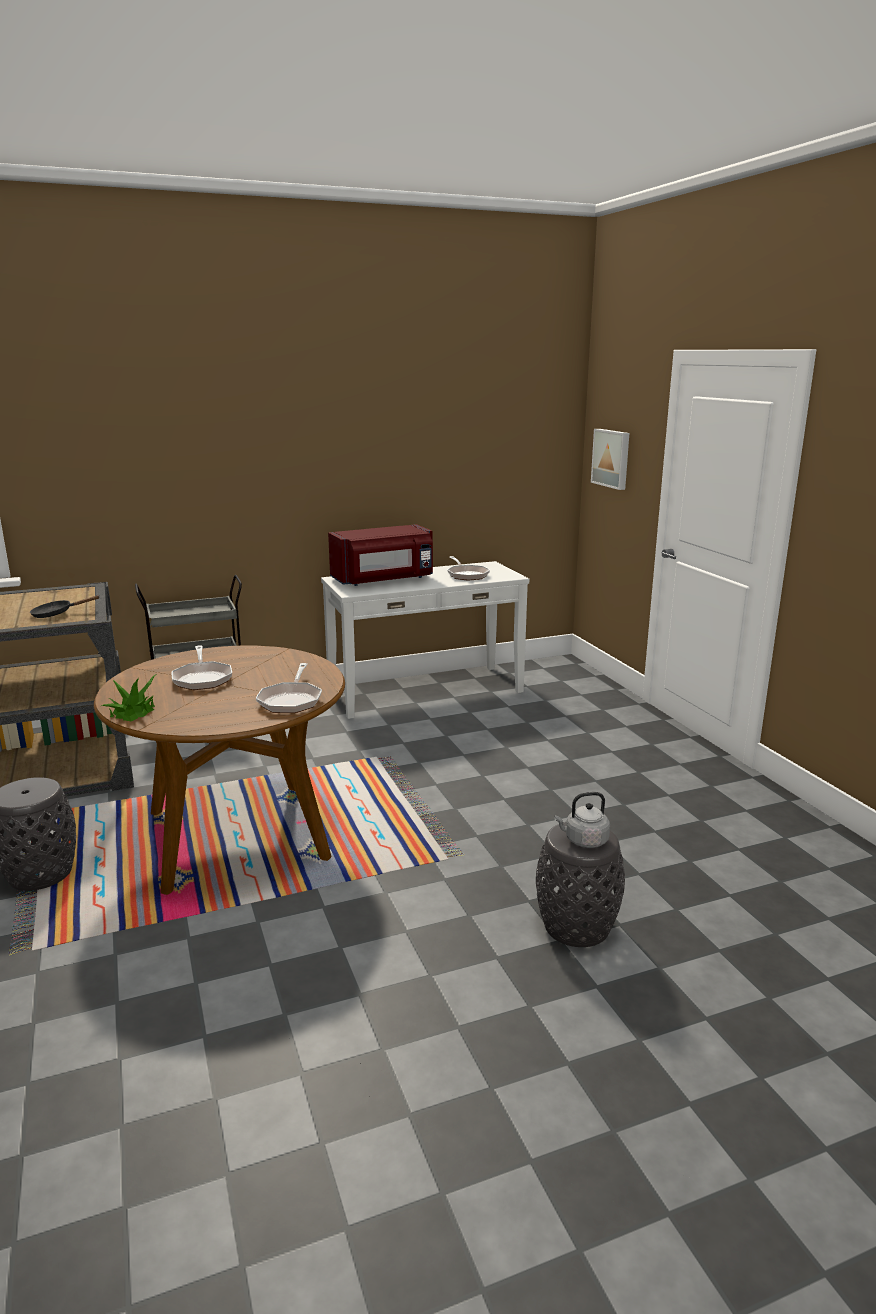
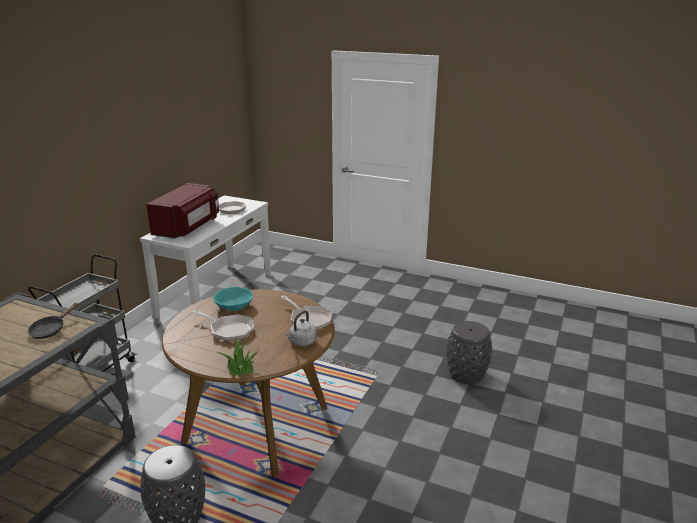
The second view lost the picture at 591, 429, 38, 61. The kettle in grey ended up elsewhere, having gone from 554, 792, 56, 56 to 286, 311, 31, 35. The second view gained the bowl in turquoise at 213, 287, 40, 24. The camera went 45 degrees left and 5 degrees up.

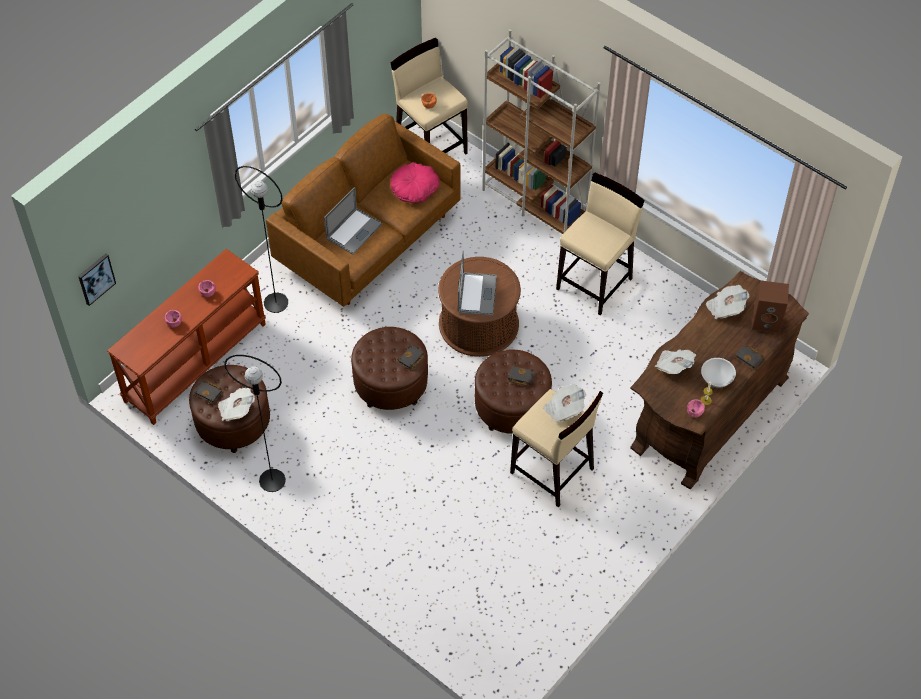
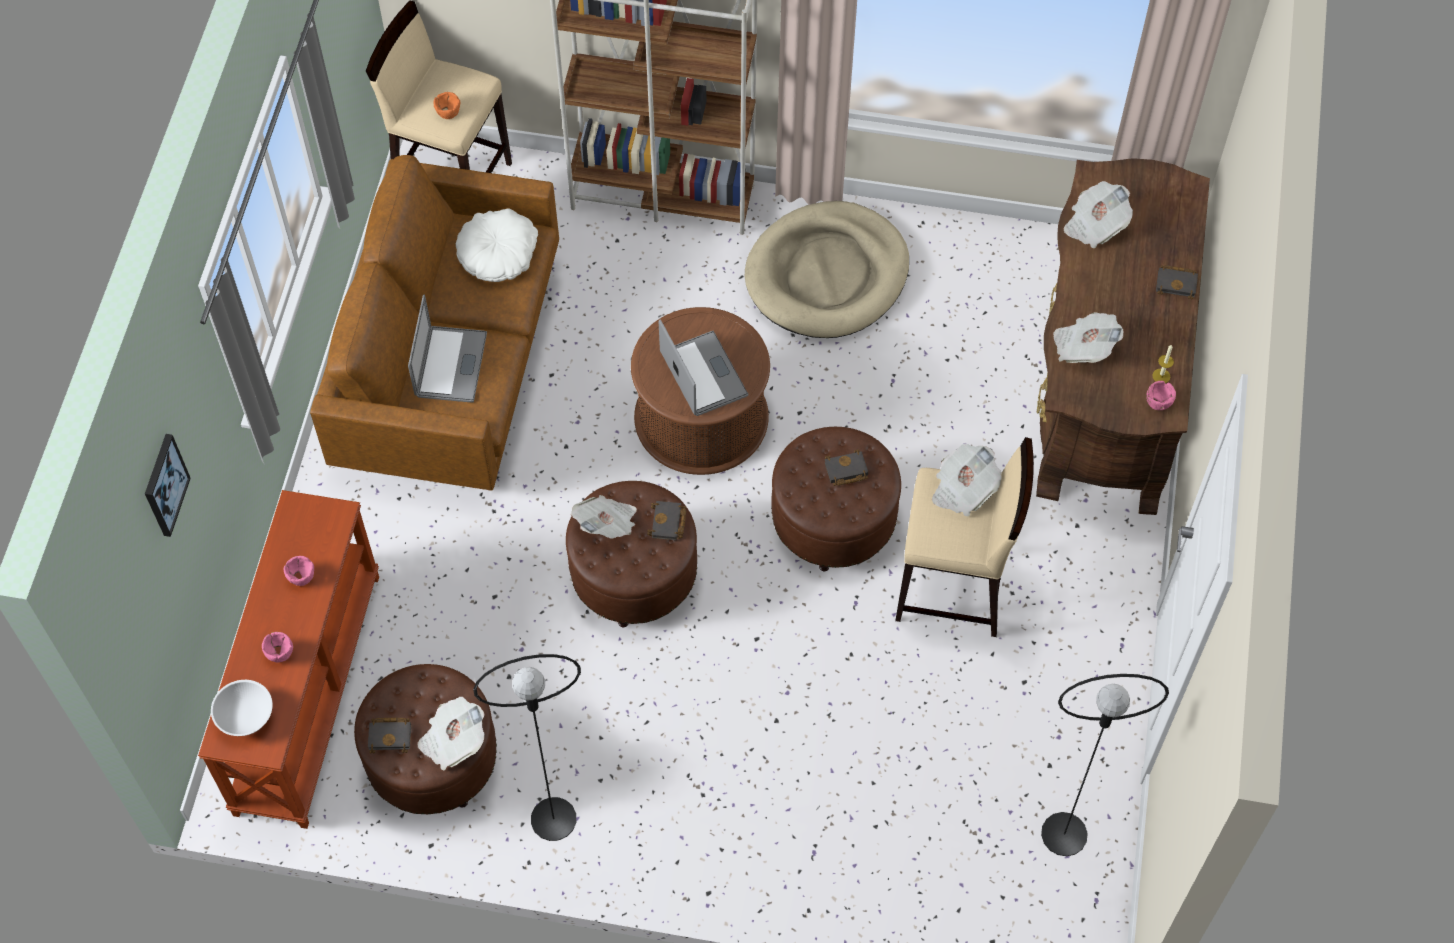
What was the pillow in pink at 391, 162, 49, 41 turned into the pillow in white at 456, 208, 82, 74. The floor lamp in black ended up elsewhere, having gone from 235, 166, 53, 147 to 1041, 674, 128, 182. Where the stool in beige stood at 556, 172, 88, 143, the dog bed in beige came to stand at 745, 201, 164, 137. The picture ended up elsewhere, having gone from 78, 254, 38, 52 to 145, 434, 46, 103. The second view lost the speaker in brown at 752, 280, 37, 54. The bowl in white ended up elsewhere, having gone from 701, 358, 35, 30 to 211, 680, 62, 56. The second view gained the newspaper at 572, 495, 65, 44. The camera went 30 degrees left and 5 degrees up.

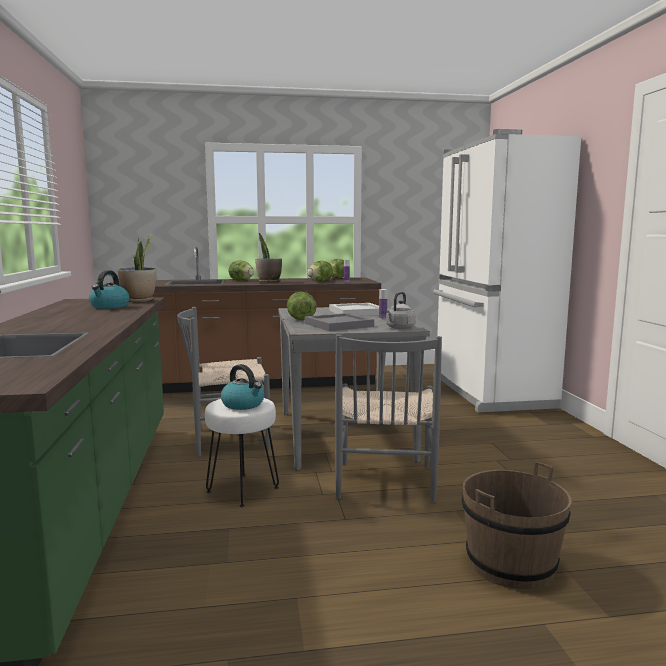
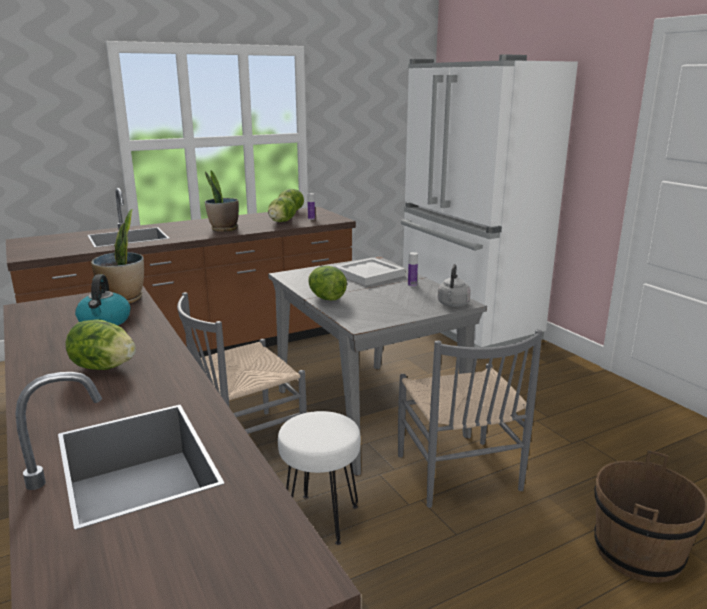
The lettuce ended up elsewhere, having gone from 228, 260, 26, 21 to 66, 319, 70, 51. The second view lost the tray in grey at 304, 313, 70, 18. The second view lost the kettle at 221, 364, 43, 46. The camera went 20 degrees left and 10 degrees up.

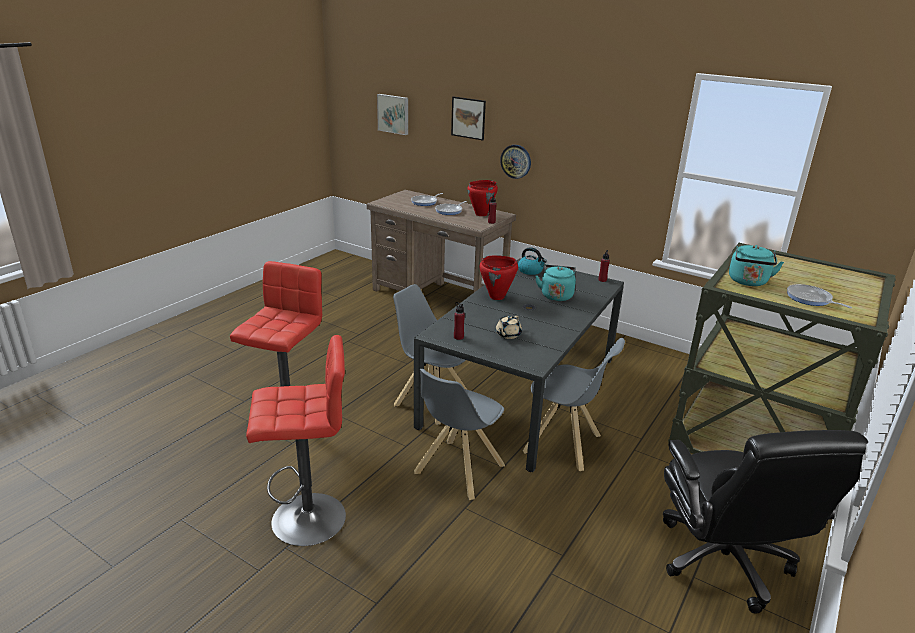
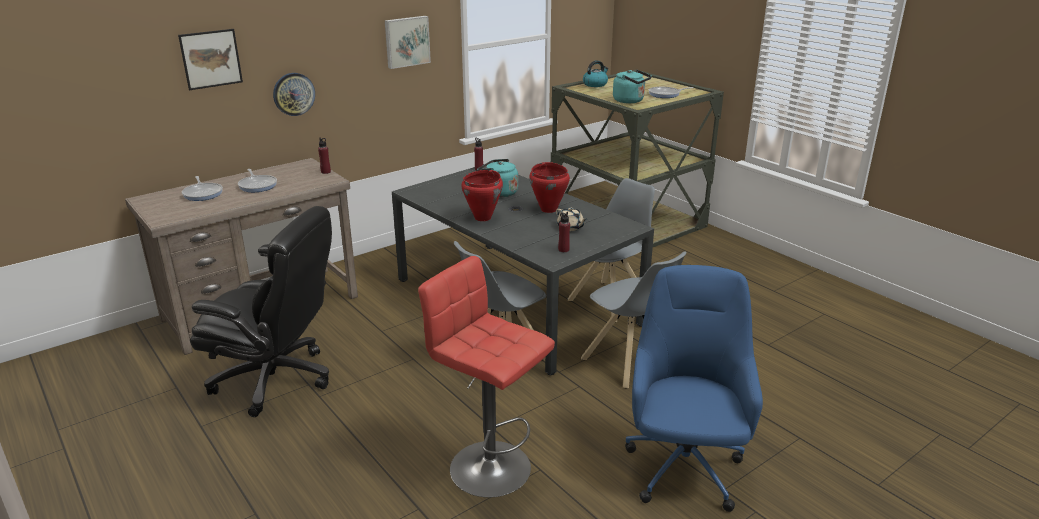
The picture ended up elsewhere, having gone from 377, 94, 31, 41 to 385, 16, 46, 53. The cooking pot in red ended up elsewhere, having gone from 467, 180, 31, 36 to 529, 162, 41, 51. The kettle ended up elsewhere, having gone from 518, 247, 29, 28 to 583, 60, 25, 27. Where the stool in red stood at 246, 335, 100, 211, the office chair in blue came to stand at 625, 265, 138, 247. The office chair in black ended up elsewhere, having gone from 663, 430, 205, 183 to 190, 206, 142, 211. The camera went 70 degrees left and 0 degrees up.

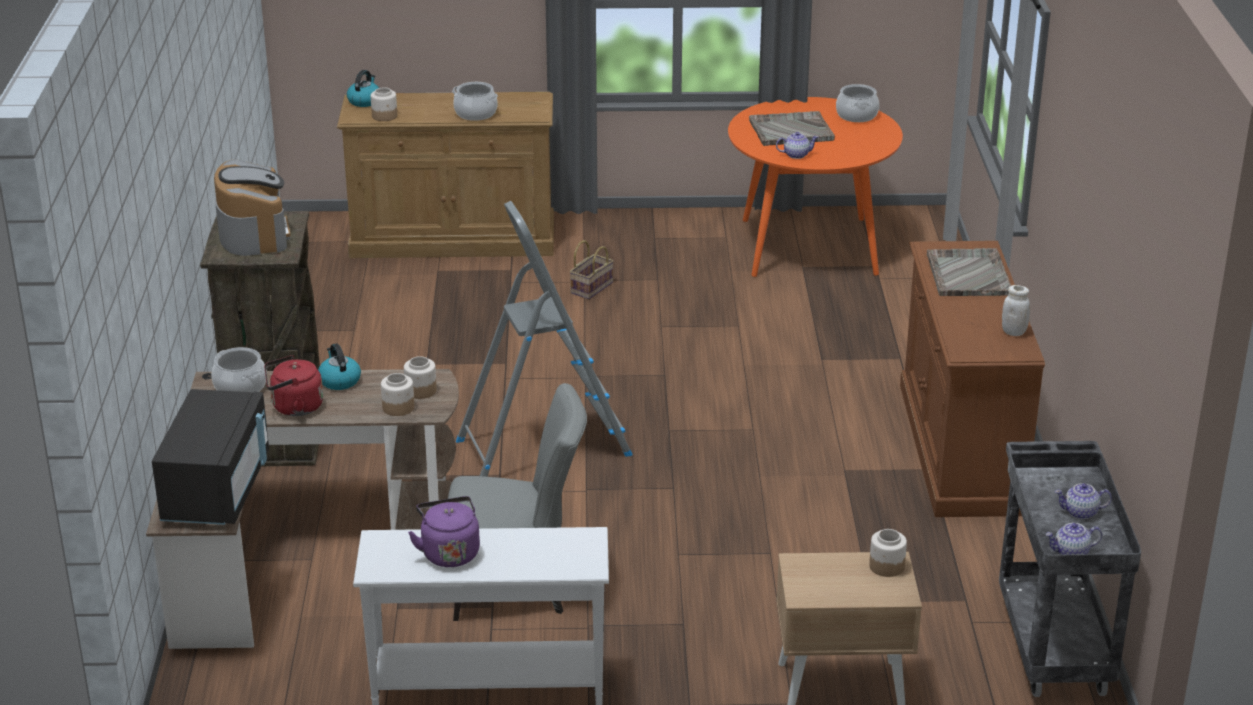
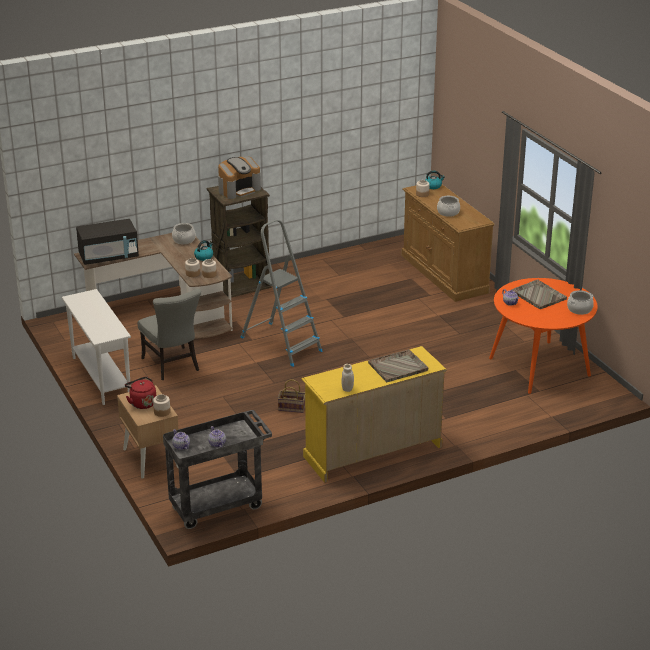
The basket ended up elsewhere, having gone from 569, 240, 44, 59 to 278, 379, 27, 34. What was the cabinet in brown at 900, 241, 145, 276 turned into the cabinet in yellow at 301, 346, 146, 137. The kettle in red ended up elsewhere, having gone from 264, 355, 59, 61 to 125, 376, 31, 33. The second view lost the kettle in purple at 408, 496, 72, 71. The camera went 65 degrees right and 0 degrees up.

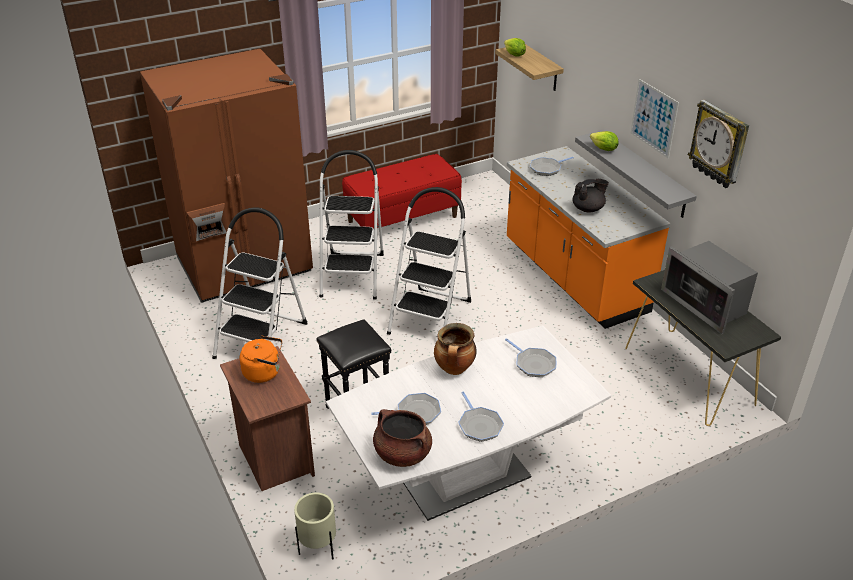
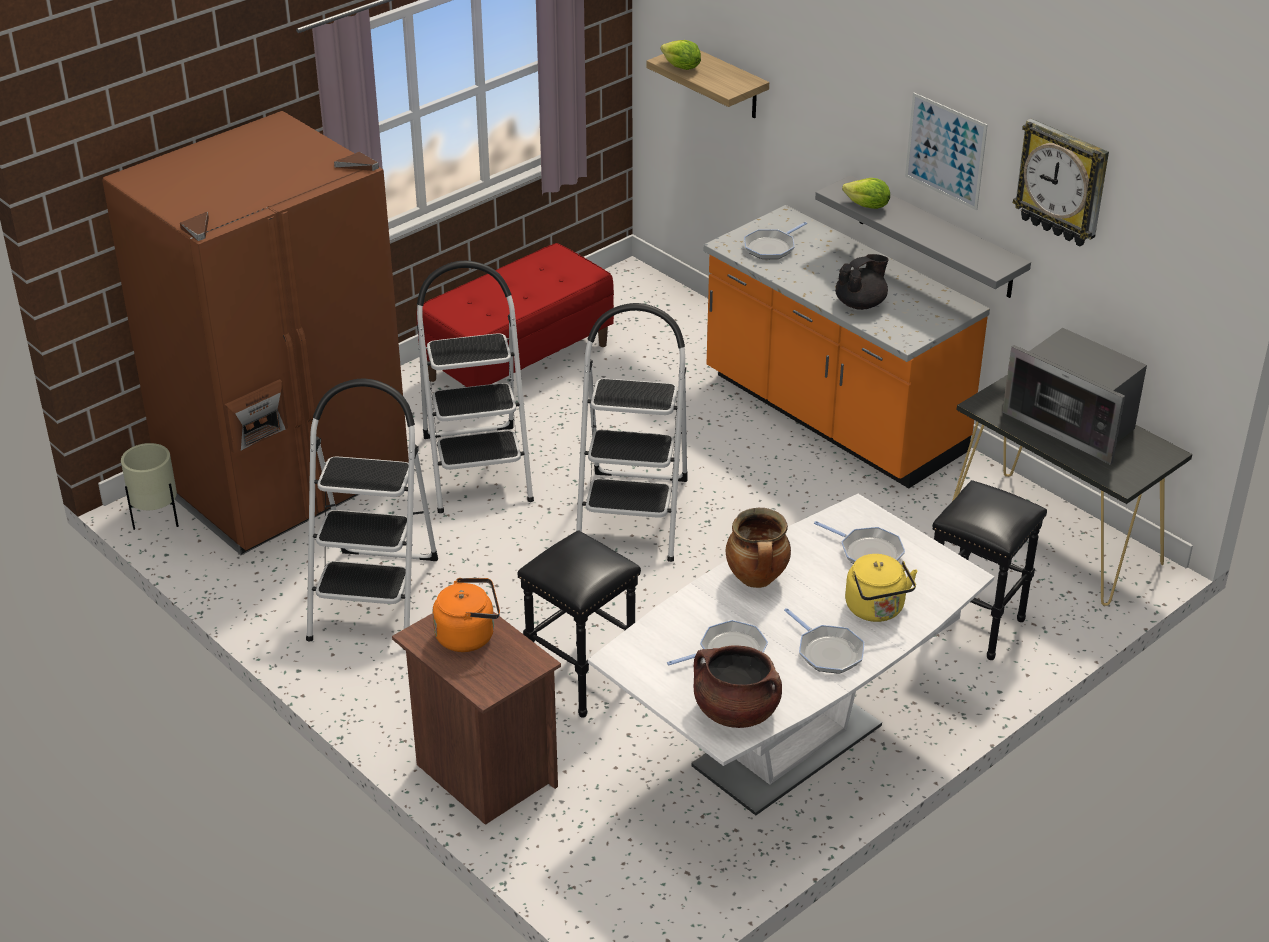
The planter in beige ended up elsewhere, having gone from 294, 493, 42, 67 to 121, 443, 58, 87. The second view gained the stool in black at 933, 480, 114, 180. The second view gained the kettle in yellow at 845, 554, 73, 68. The camera went 15 degrees left and 0 degrees up.

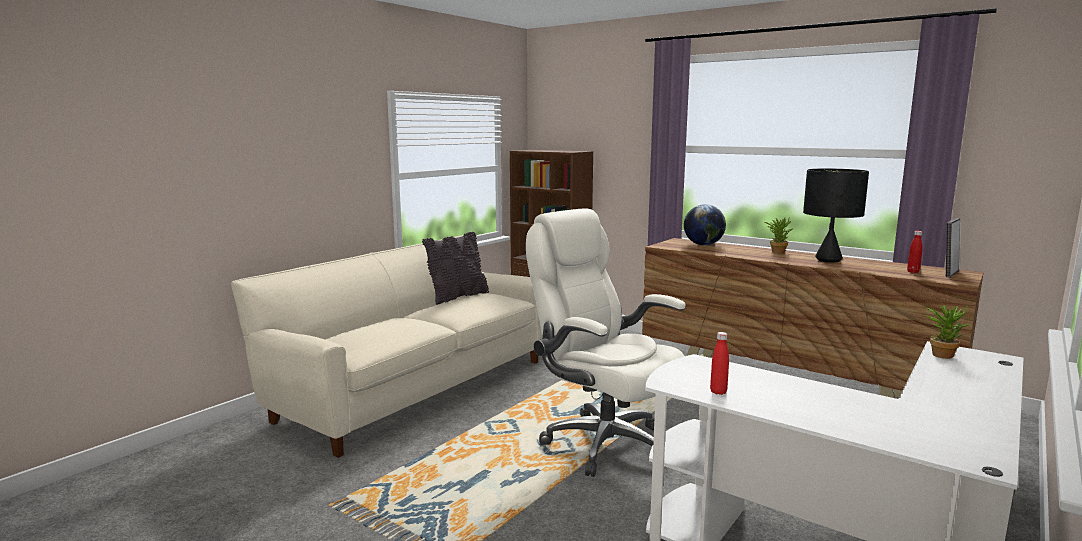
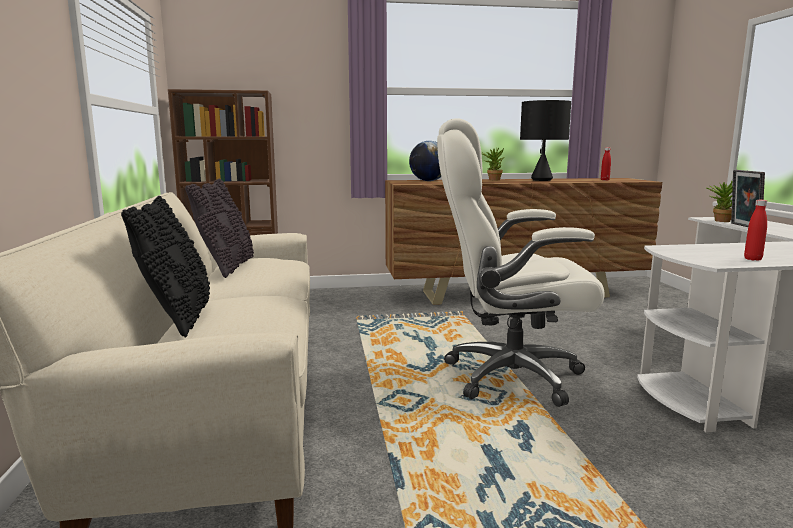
The picture frame ended up elsewhere, having gone from 946, 218, 14, 59 to 731, 170, 34, 57. The second view gained the pillow in black at 121, 196, 89, 142. The camera went 45 degrees left and 0 degrees up.

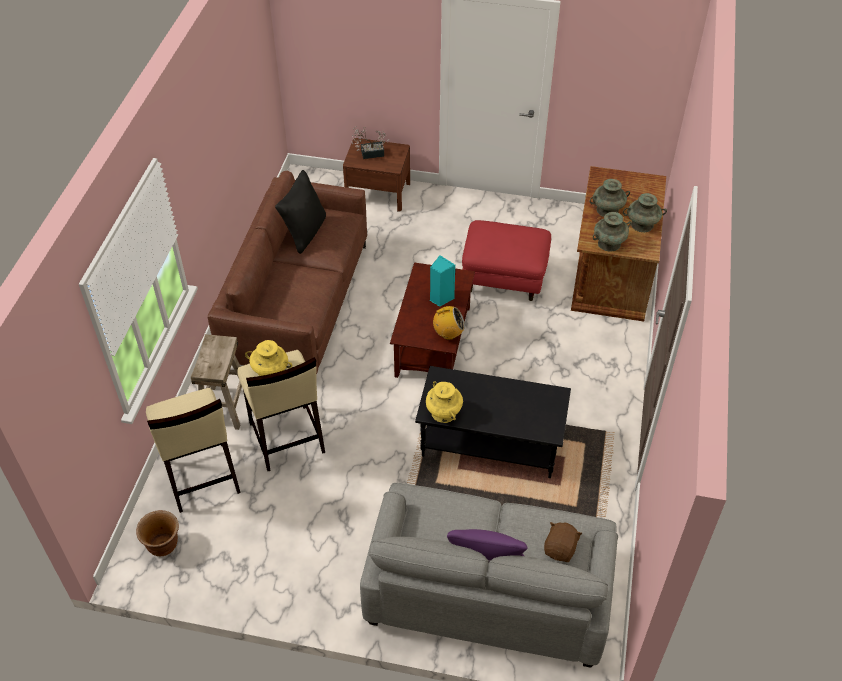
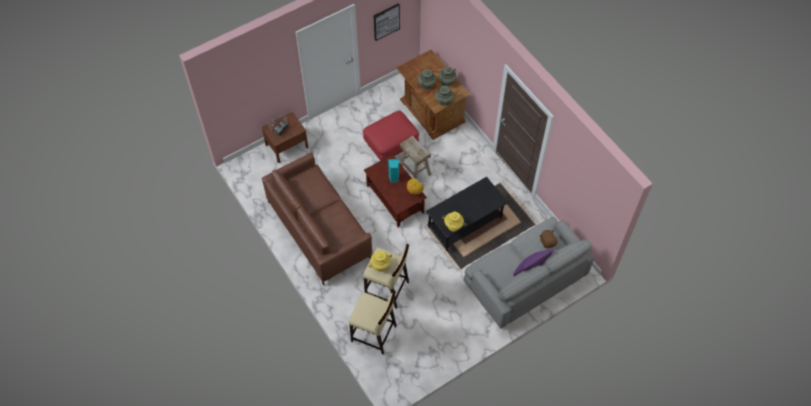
The second view lost the pillow in black at 275, 170, 51, 84. The stool in beige ended up elsewhere, having gone from 191, 334, 51, 96 to 400, 136, 31, 43. The second view lost the planter in brown at 136, 510, 43, 46. The second view gained the picture at 374, 4, 26, 37. The camera went 45 degrees left and 10 degrees up.

